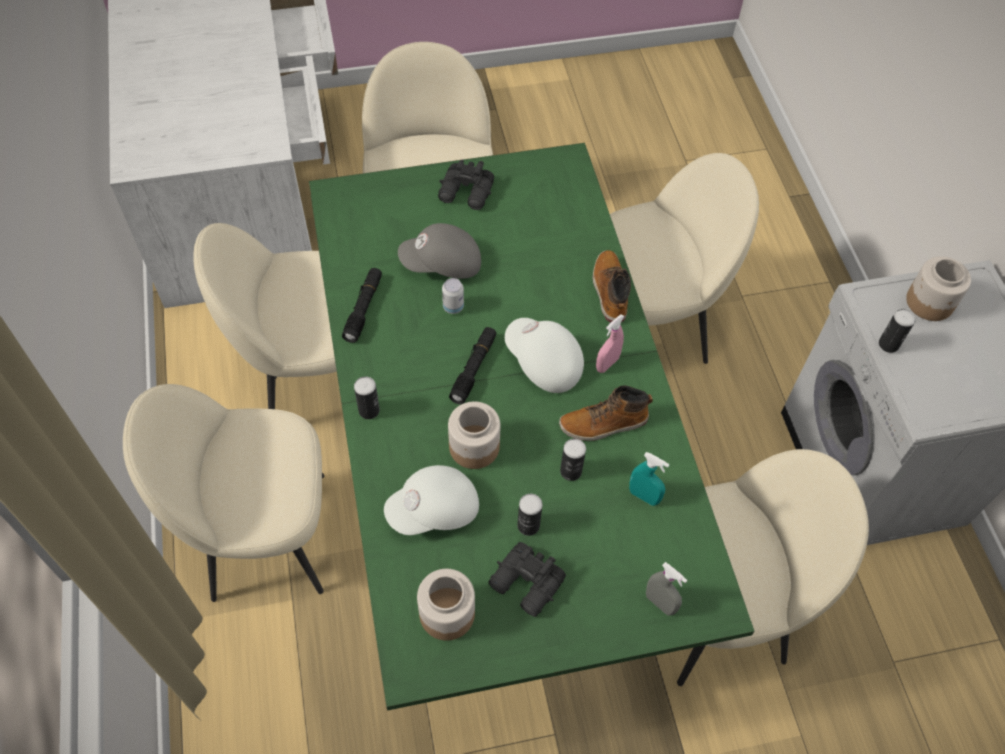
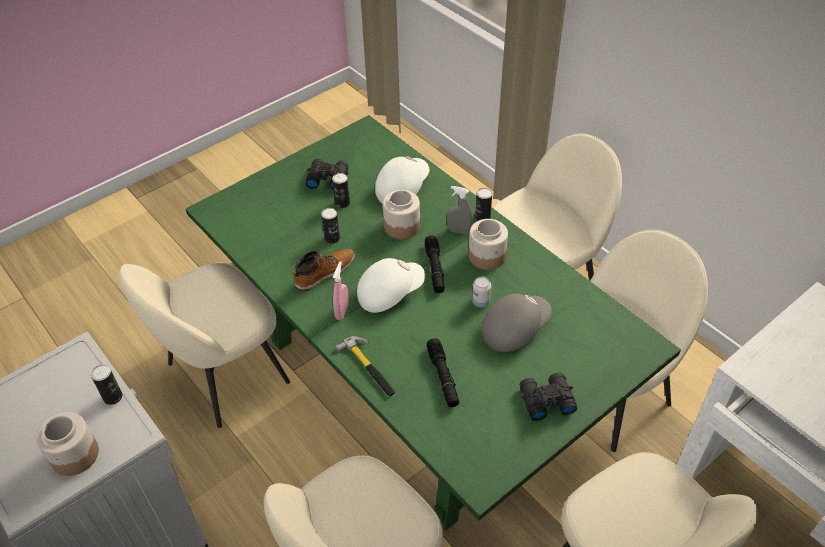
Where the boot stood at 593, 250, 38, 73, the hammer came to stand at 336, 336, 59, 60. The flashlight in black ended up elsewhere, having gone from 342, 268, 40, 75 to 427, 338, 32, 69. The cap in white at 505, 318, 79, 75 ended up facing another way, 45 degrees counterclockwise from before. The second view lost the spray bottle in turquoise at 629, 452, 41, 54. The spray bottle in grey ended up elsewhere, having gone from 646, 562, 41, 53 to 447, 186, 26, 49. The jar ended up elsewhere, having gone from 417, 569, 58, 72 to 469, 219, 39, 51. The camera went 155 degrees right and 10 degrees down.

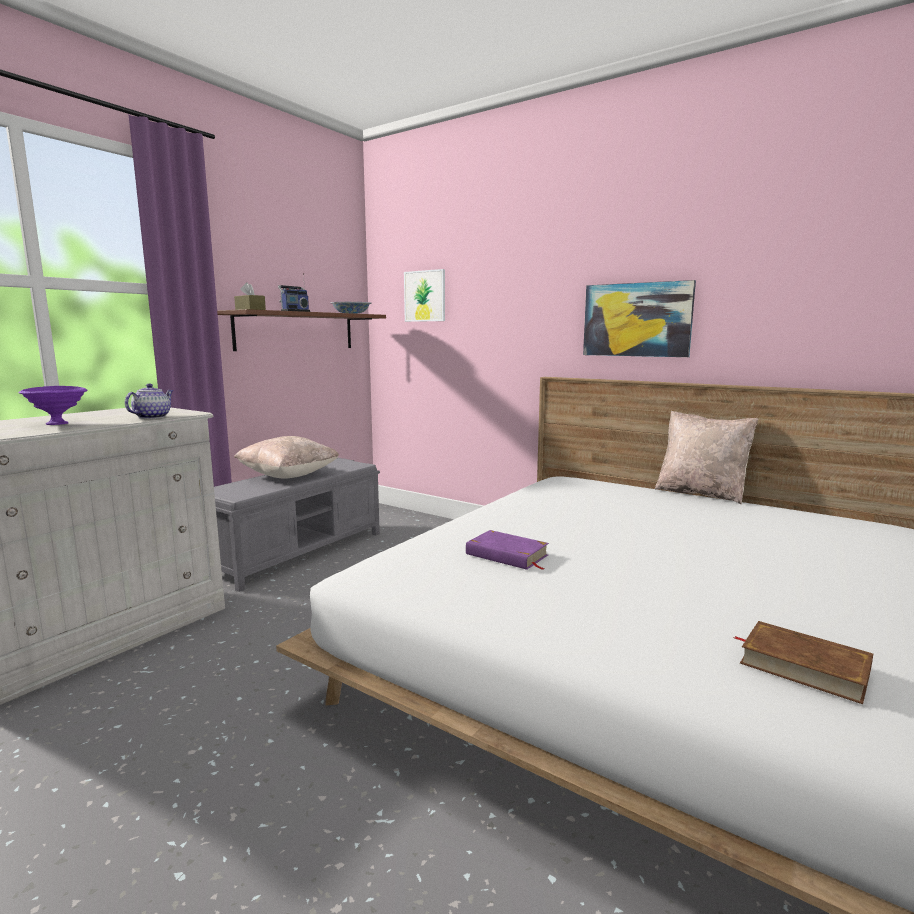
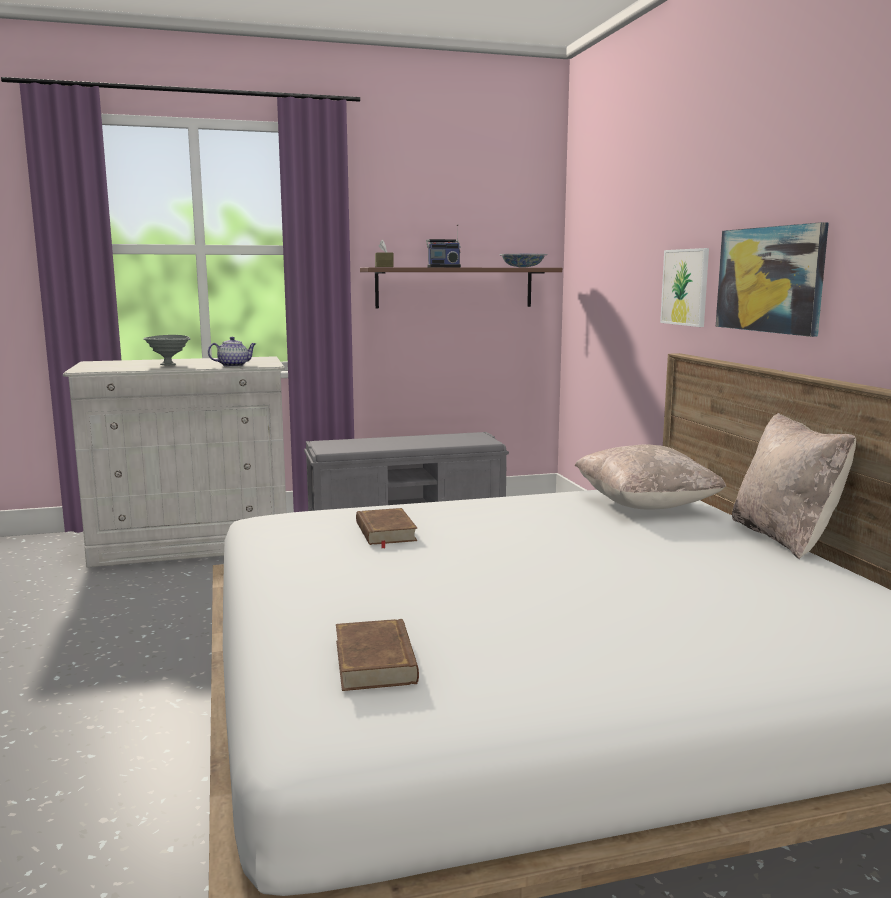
The picture ended up elsewhere, having gone from 404, 269, 41, 53 to 660, 248, 49, 79. What was the bowl in purple at 18, 386, 70, 39 turned into the bowl in grey at 143, 335, 48, 30. The pillow in beige ended up elsewhere, having gone from 234, 436, 105, 43 to 575, 444, 151, 66. What was the book in purple at 466, 530, 83, 40 turned into the book in brown at 356, 508, 62, 40. The camera went 40 degrees right and 0 degrees up.

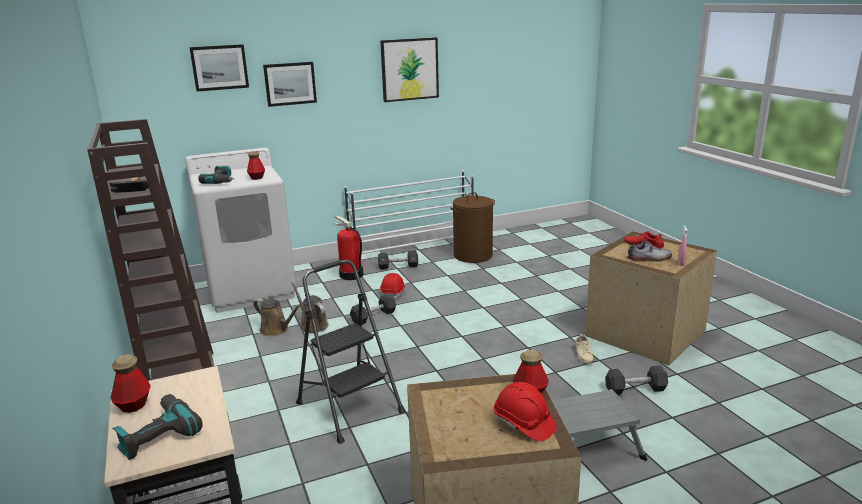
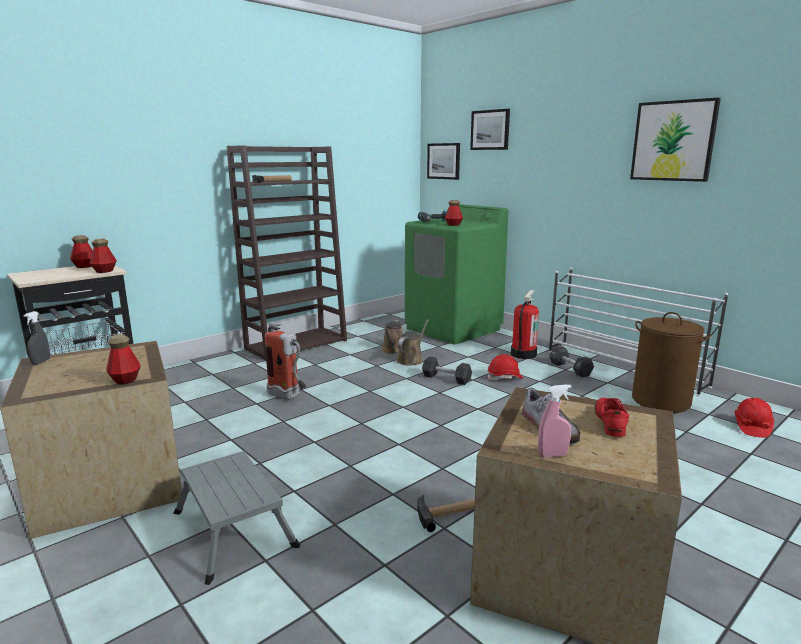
The picture ended up elsewhere, having gone from 263, 62, 54, 45 to 427, 143, 33, 37. What was the washing machine in white at 185, 148, 111, 165 turned into the washing machine in green at 405, 204, 103, 140. Where the step ladder in black stood at 296, 260, 110, 184, the fire extinguisher came to stand at 265, 323, 41, 77. Where the shoe in beige stood at 575, 334, 19, 30, the hammer came to stand at 417, 494, 58, 38. The second view lost the dumbbell in black at 605, 365, 63, 30. The hard hat in red ended up elsewhere, having gone from 494, 382, 62, 59 to 735, 398, 39, 40. The second view lost the power drill at 113, 394, 90, 66. The second view gained the bottle at 90, 239, 27, 34. The second view gained the spray bottle in grey at 23, 311, 27, 54. The camera went 70 degrees right and 5 degrees down.

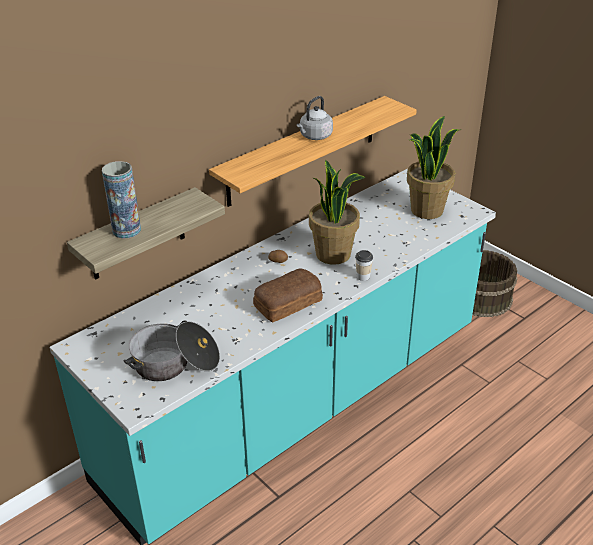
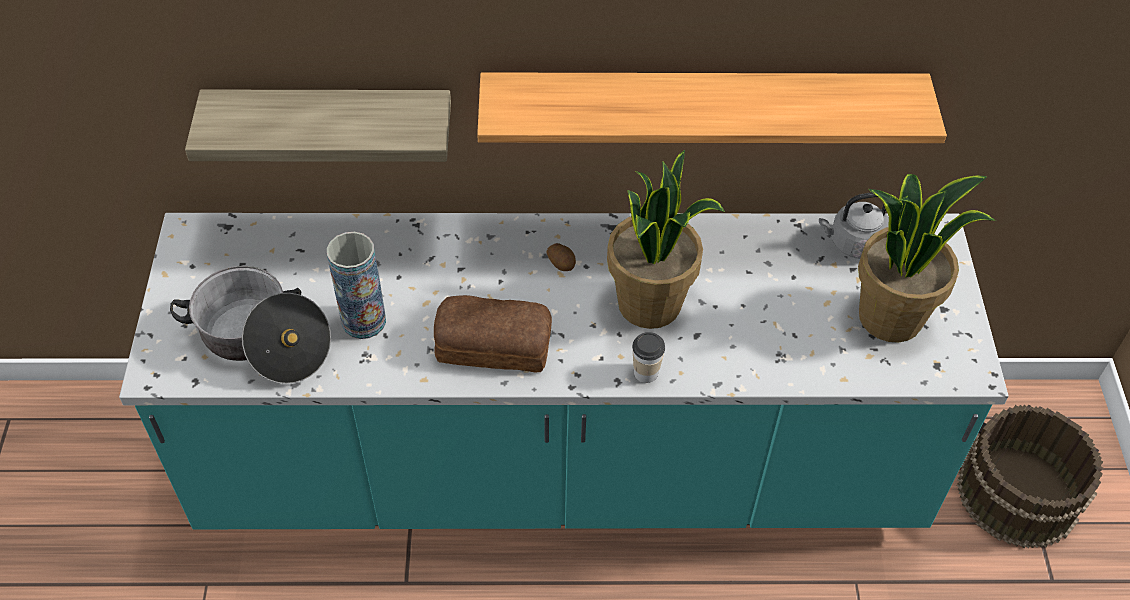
The kettle in grey ended up elsewhere, having gone from 297, 96, 36, 44 to 819, 192, 70, 67. The vase ended up elsewhere, having gone from 102, 161, 39, 78 to 327, 232, 59, 107. The camera went 40 degrees right and 15 degrees up.

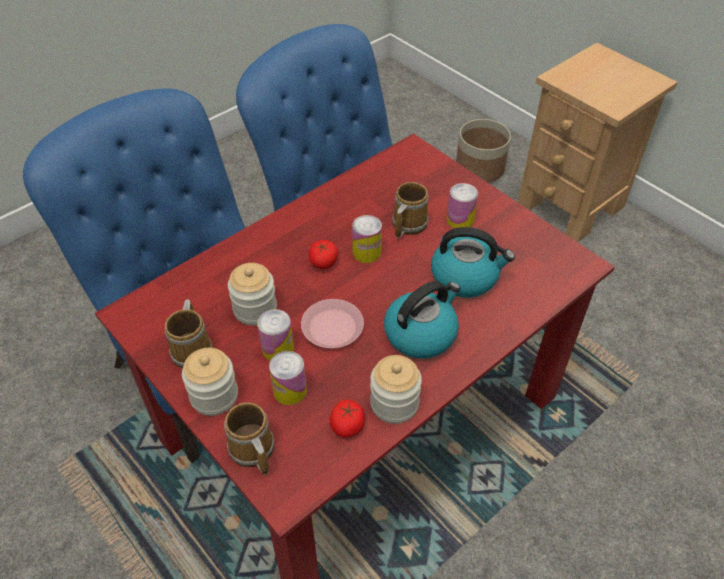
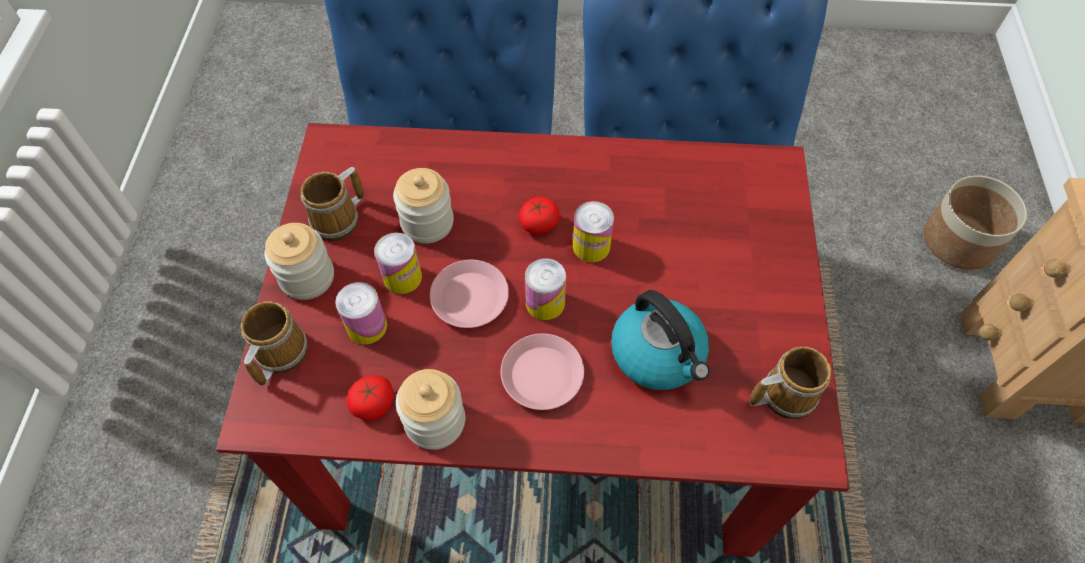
The mug ended up elsewhere, having gone from 392, 182, 37, 56 to 749, 346, 82, 73. The can ended up elsewhere, having gone from 447, 183, 31, 45 to 525, 258, 41, 62. Where the kettle stood at 384, 281, 77, 78, the plate in pink came to stand at 501, 333, 83, 77. The camera went 45 degrees right and 10 degrees up.

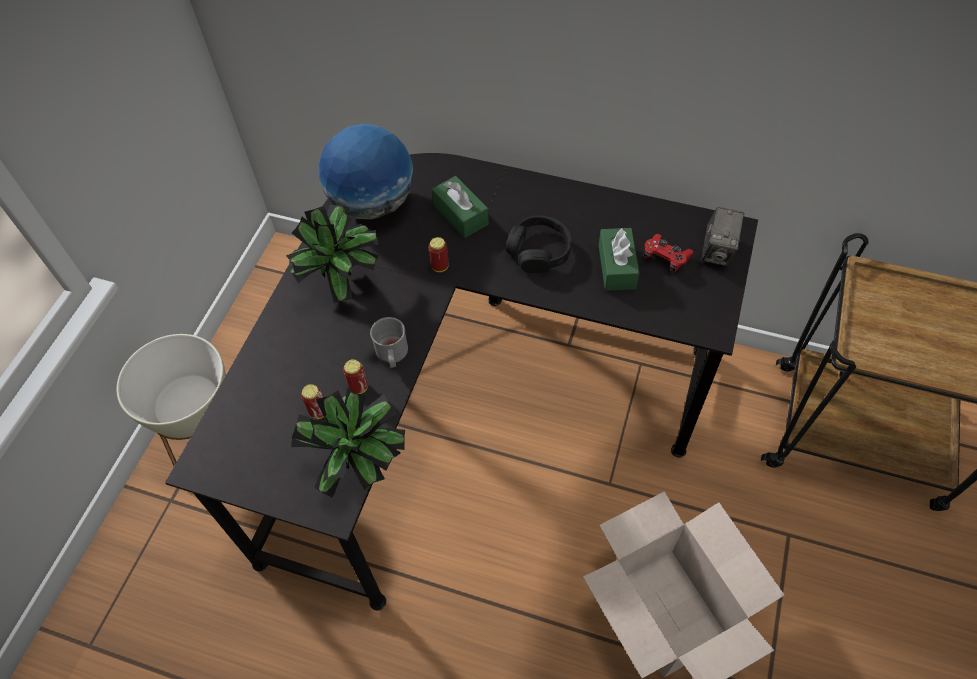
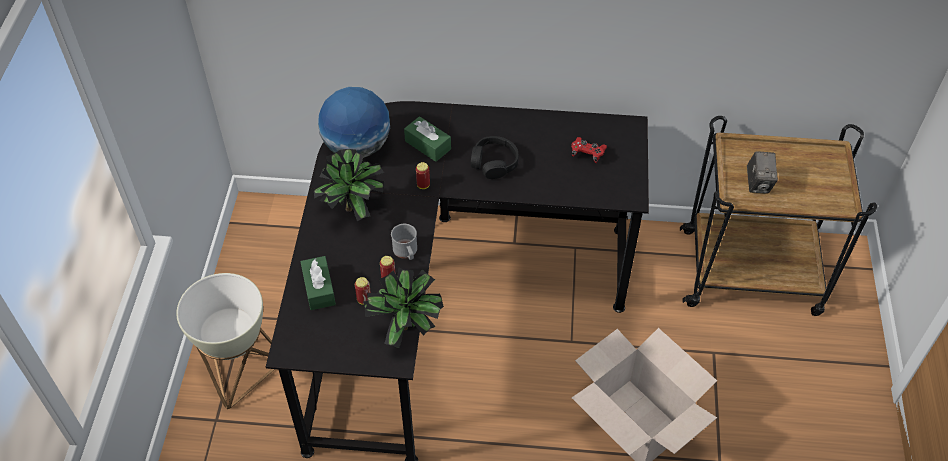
The photo camera ended up elsewhere, having gone from 702, 207, 42, 59 to 747, 151, 31, 43. The tissue box in green ended up elsewhere, having gone from 599, 228, 40, 63 to 300, 256, 36, 54. The camera went 15 degrees left and 5 degrees down.

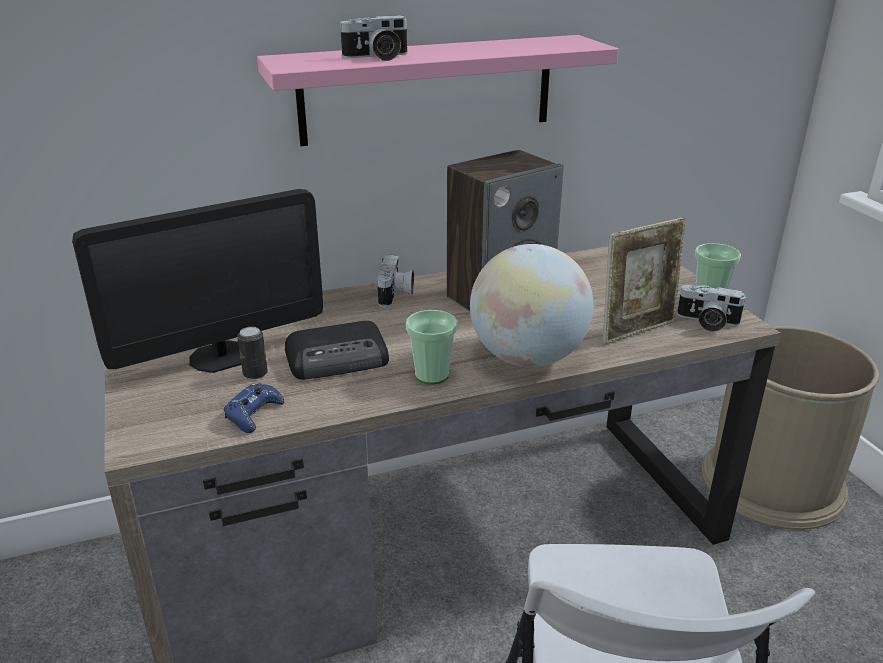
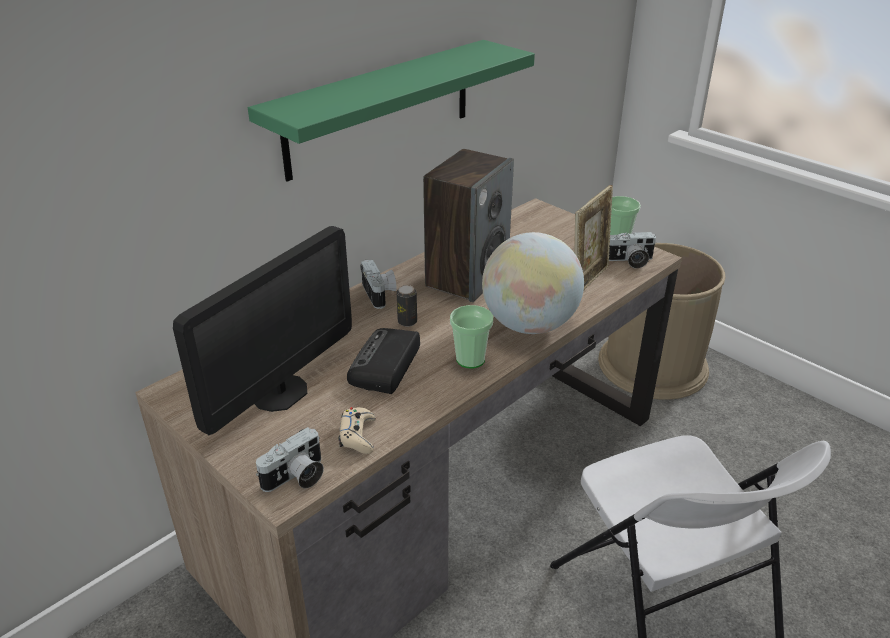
The photo camera ended up elsewhere, having gone from 338, 15, 71, 46 to 256, 427, 68, 65. What was the shelf in pink at 257, 35, 362, 111 turned into the shelf in green at 248, 40, 287, 142. The radio at 285, 321, 104, 59 ended up facing another way, 150 degrees clockwise from before. The can ended up elsewhere, having gone from 237, 327, 31, 52 to 397, 285, 20, 42. What was the game controller in blue at 224, 383, 60, 50 turned into the game controller in beige at 338, 407, 38, 47. The camera went 25 degrees left and 5 degrees up.

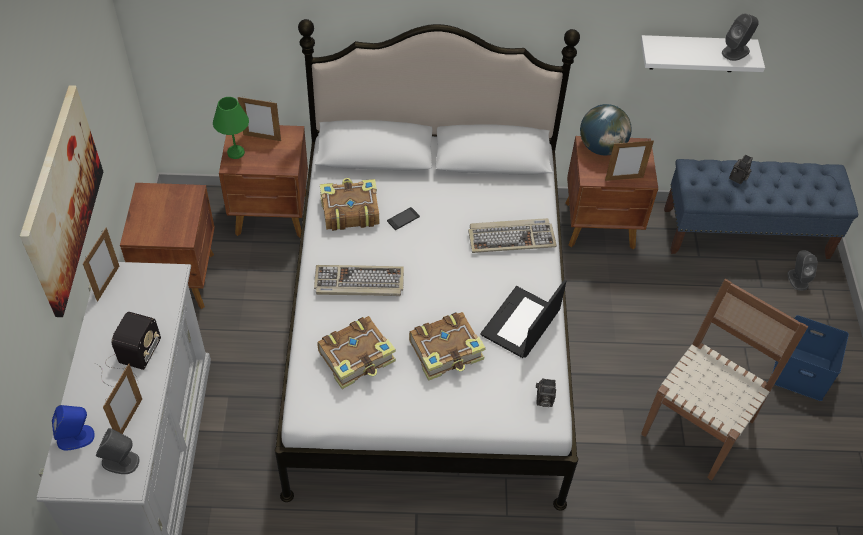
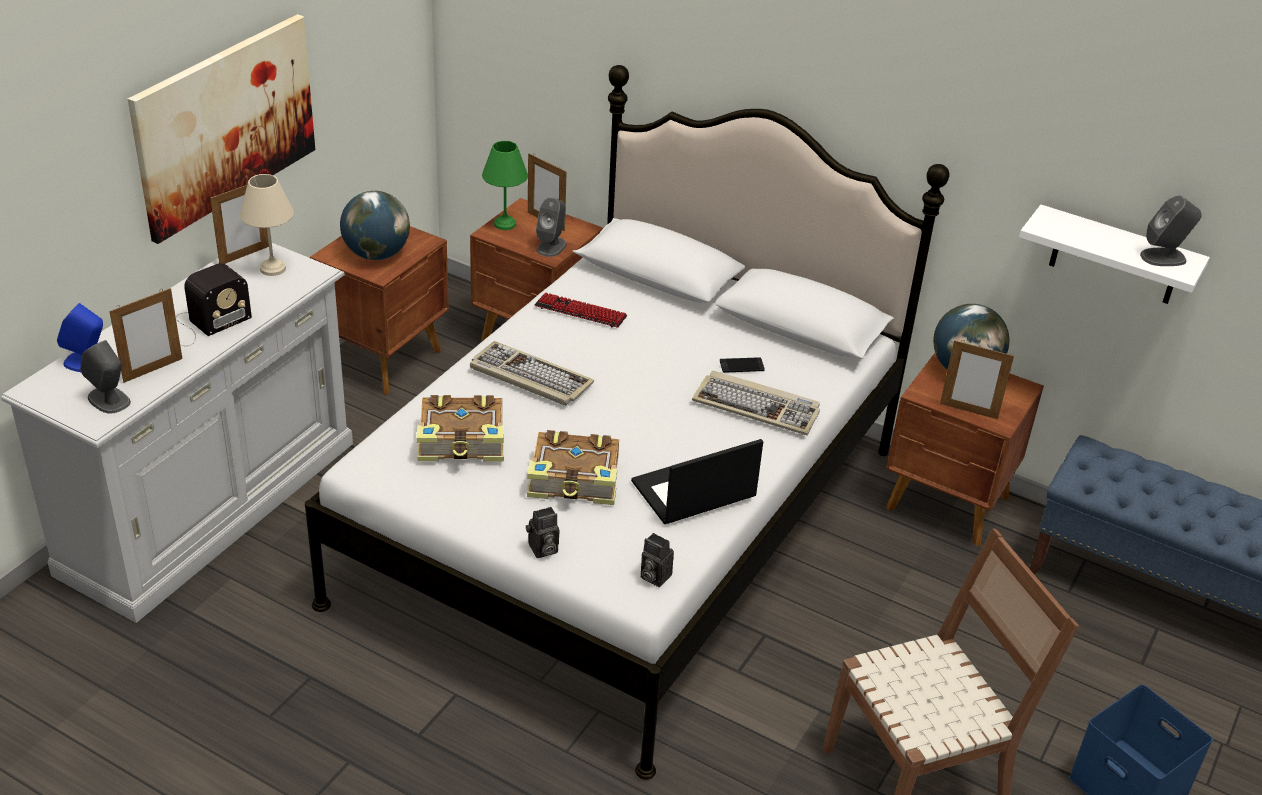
The photo camera ended up elsewhere, having gone from 729, 155, 24, 29 to 526, 507, 33, 51. Where the book stood at 320, 178, 59, 53, the keyboard came to stand at 534, 293, 93, 35. The phone ended up elsewhere, having gone from 387, 207, 33, 23 to 720, 357, 45, 16. The speaker in grey ended up elsewhere, having gone from 787, 250, 31, 41 to 536, 198, 31, 59. The second view gained the table lamp in beige at 240, 174, 54, 102. The second view gained the globe at 340, 191, 70, 69. The camera went 30 degrees right and 15 degrees down.

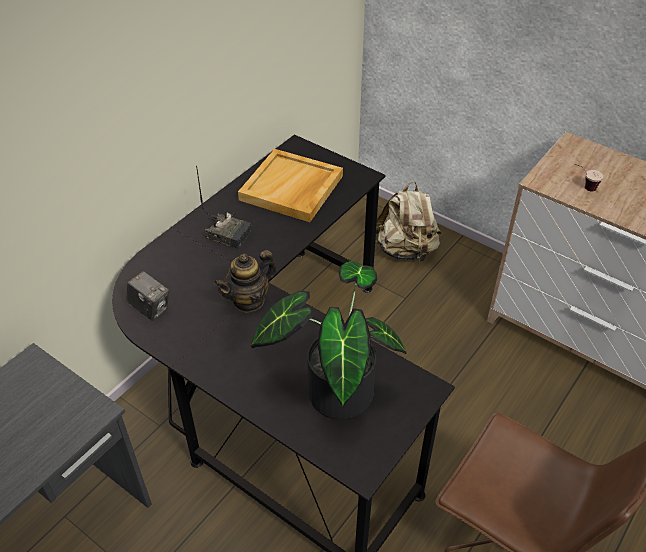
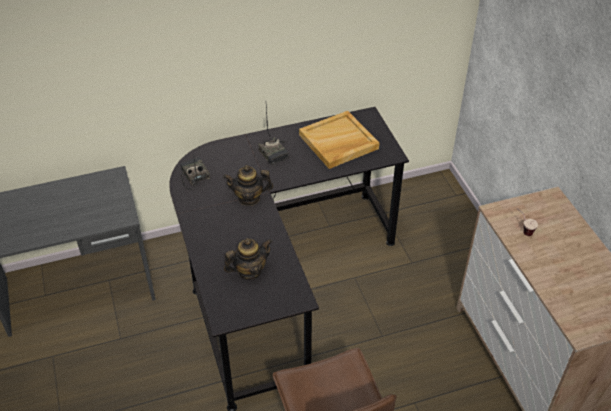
The second view lost the backpack in beige at 375, 181, 66, 83. Where the potted plant stood at 251, 261, 156, 159, the teapot came to stand at 224, 238, 49, 42. Where the photo camera stood at 126, 271, 43, 50, the radio came to stand at 180, 153, 30, 37. The camera went 35 degrees right and 0 degrees up.

